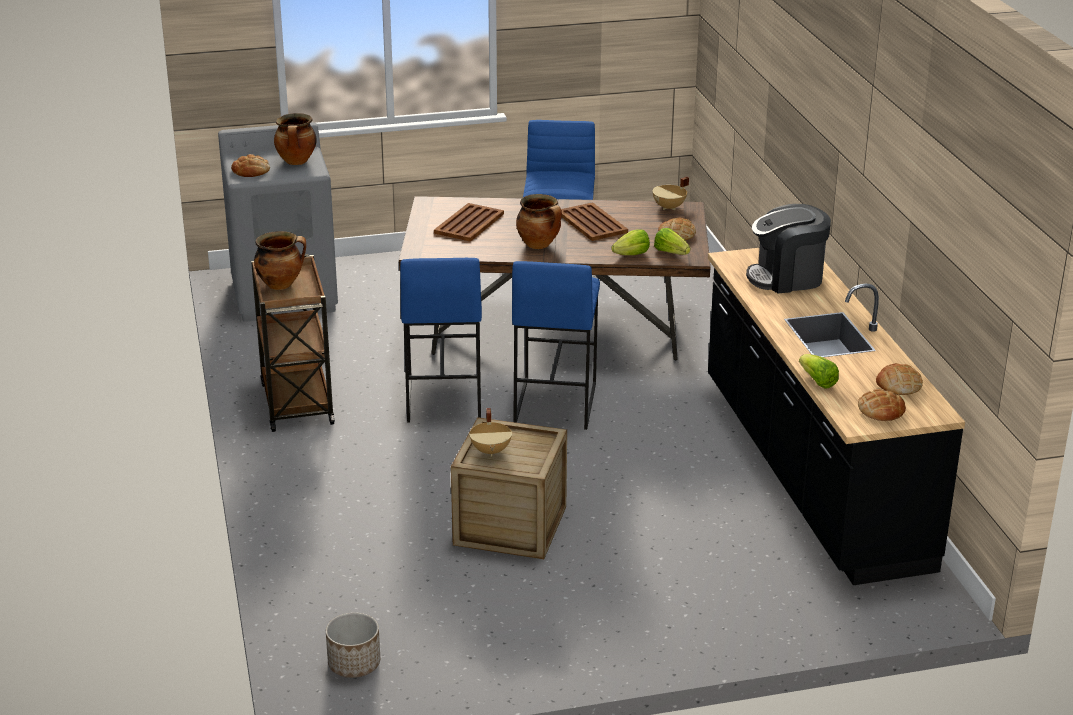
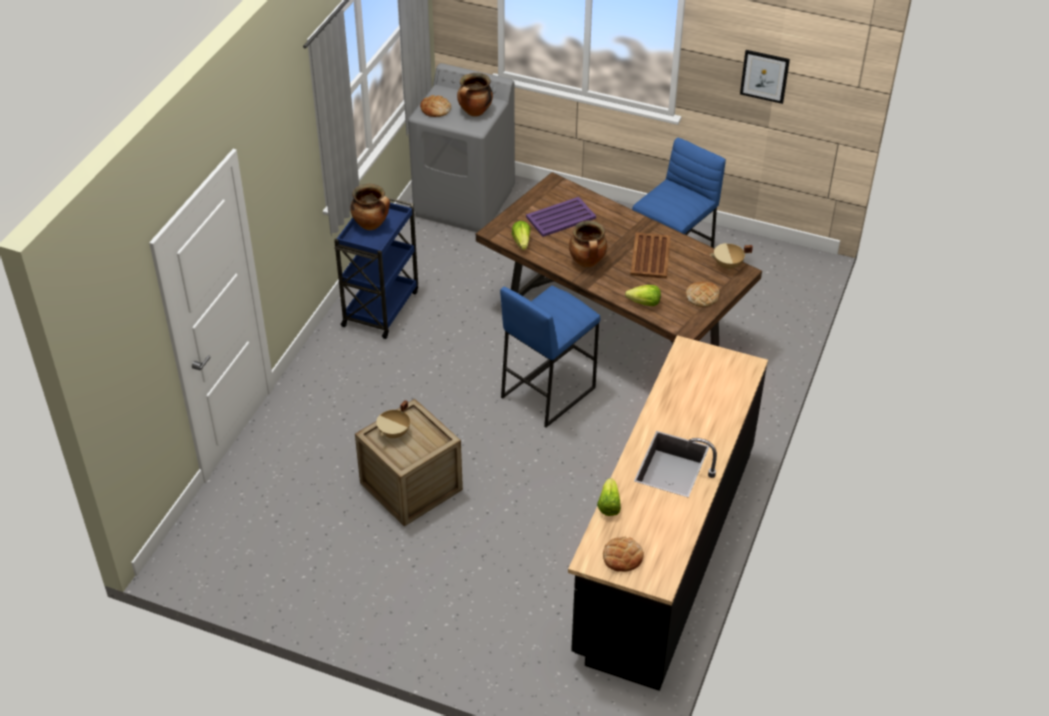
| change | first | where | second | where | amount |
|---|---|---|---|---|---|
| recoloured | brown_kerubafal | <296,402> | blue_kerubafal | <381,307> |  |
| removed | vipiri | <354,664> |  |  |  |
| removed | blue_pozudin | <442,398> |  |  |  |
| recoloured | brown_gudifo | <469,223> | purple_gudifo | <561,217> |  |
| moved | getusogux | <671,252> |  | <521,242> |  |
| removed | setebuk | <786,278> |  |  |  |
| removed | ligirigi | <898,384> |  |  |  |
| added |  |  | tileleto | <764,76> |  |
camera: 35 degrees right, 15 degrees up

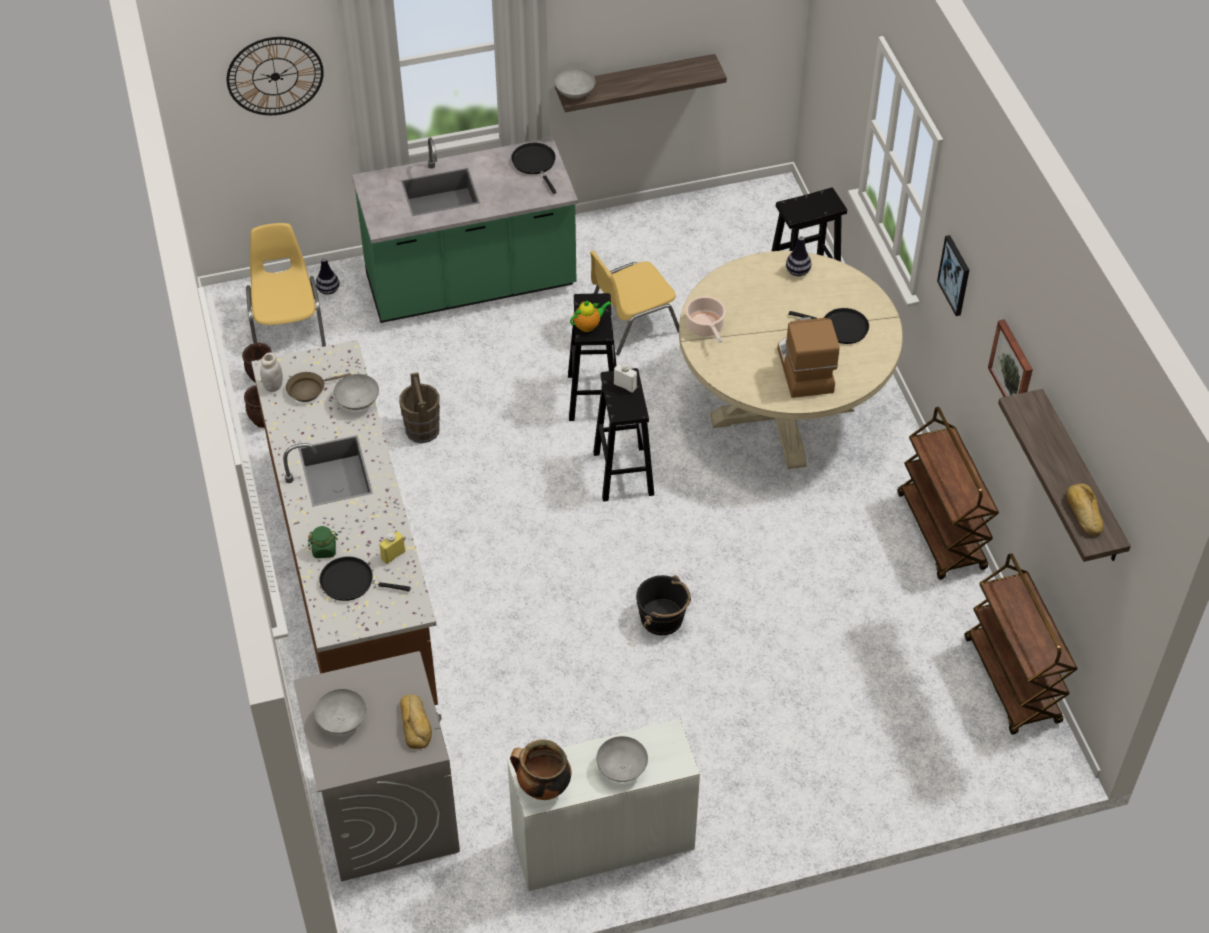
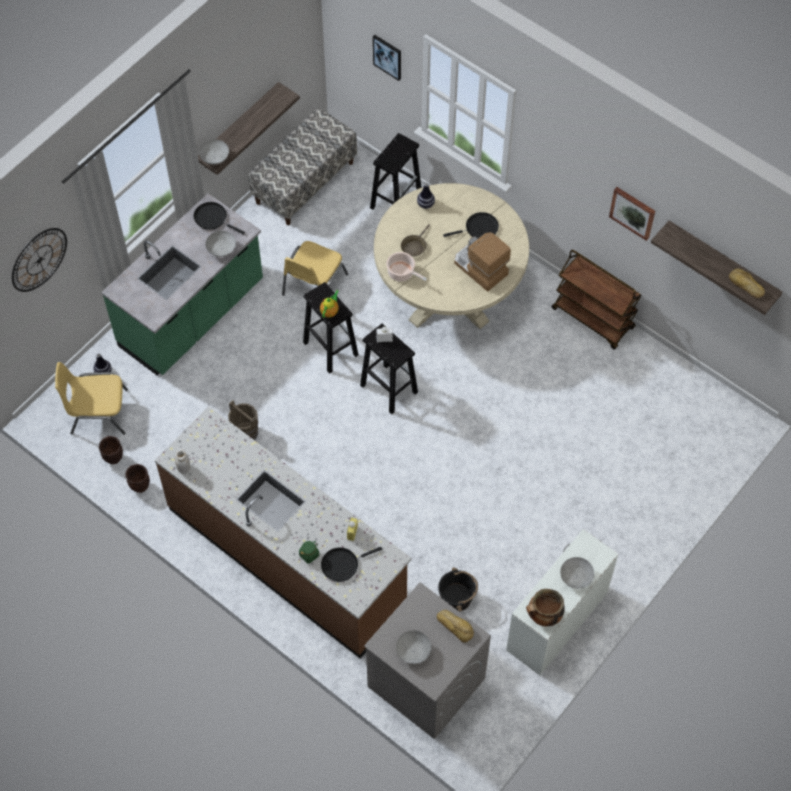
| change | first | where | second | where | amount |
|---|---|---|---|---|---|
| turned | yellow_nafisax | <287,325> |  | <98,412> | 45 degrees counterclockwise |
| moved | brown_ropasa | <309,389> |  | <414,246> |  |
| moved | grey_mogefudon | <358,401> |  | <221,249> |  |
| moved | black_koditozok | <662,618> |  | <457,598> |  |
| moved | tileleto | <955,275> |  | <387,56> |  |
| removed | brown_kerubafal | <1012,681> |  |  |  |
| added |  |  | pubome | <304,182> |  |
camera: 35 degrees left, 10 degrees up

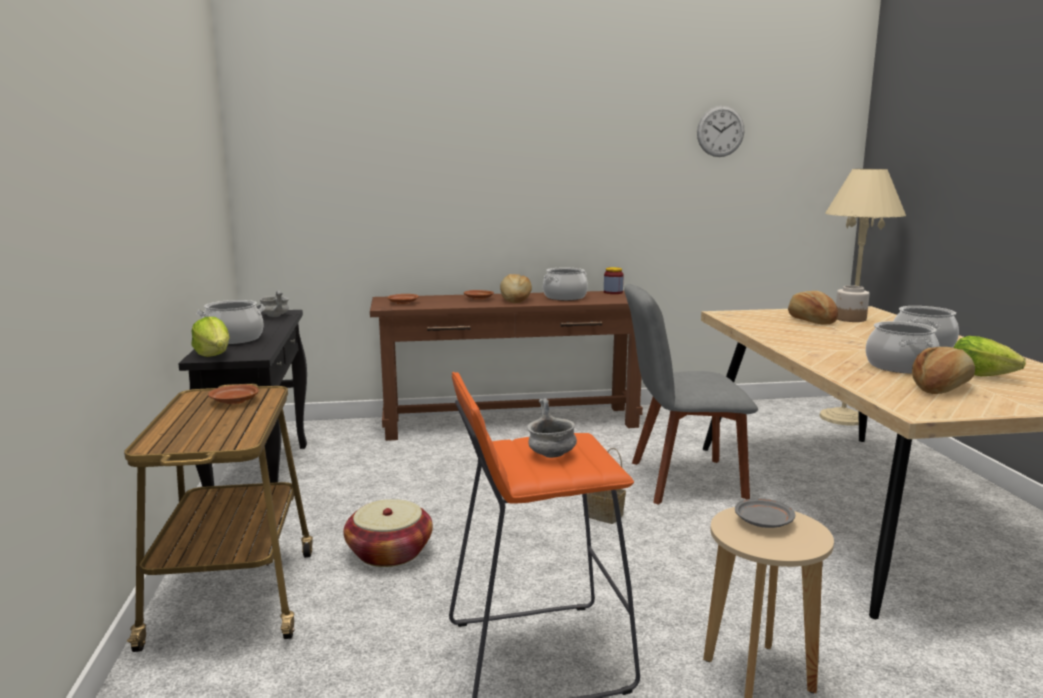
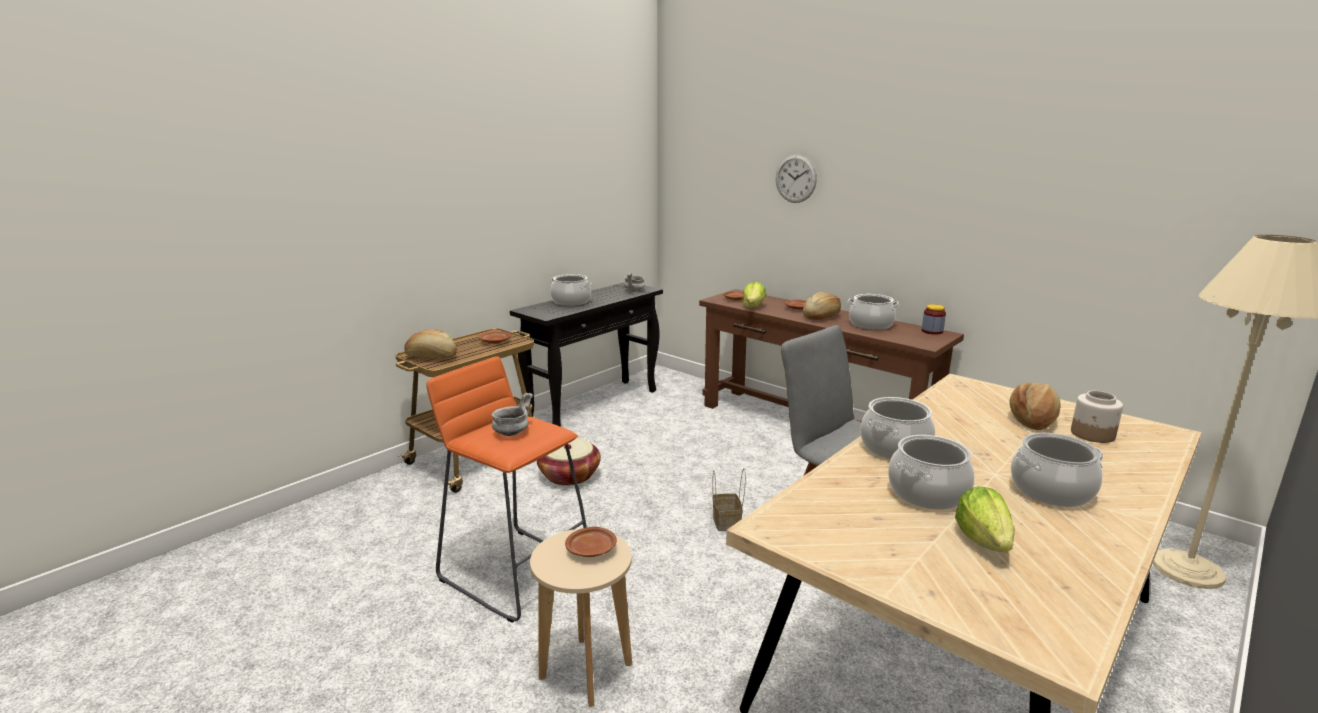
| change | first | where | second | where | amount |
|---|---|---|---|---|---|
| moved | getusogux | <213,355> |  | <753,307> |  |
| moved | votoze | <720,131> |  | <795,179> |  |
| recoloured | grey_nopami | <763,522> | brown_nopami | <592,549> |  |
| moved | ligirigi | <941,388> |  | <431,356> |  |
| added |  |  | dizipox | <895,448> |  |
camera: 50 degrees right, 5 degrees up

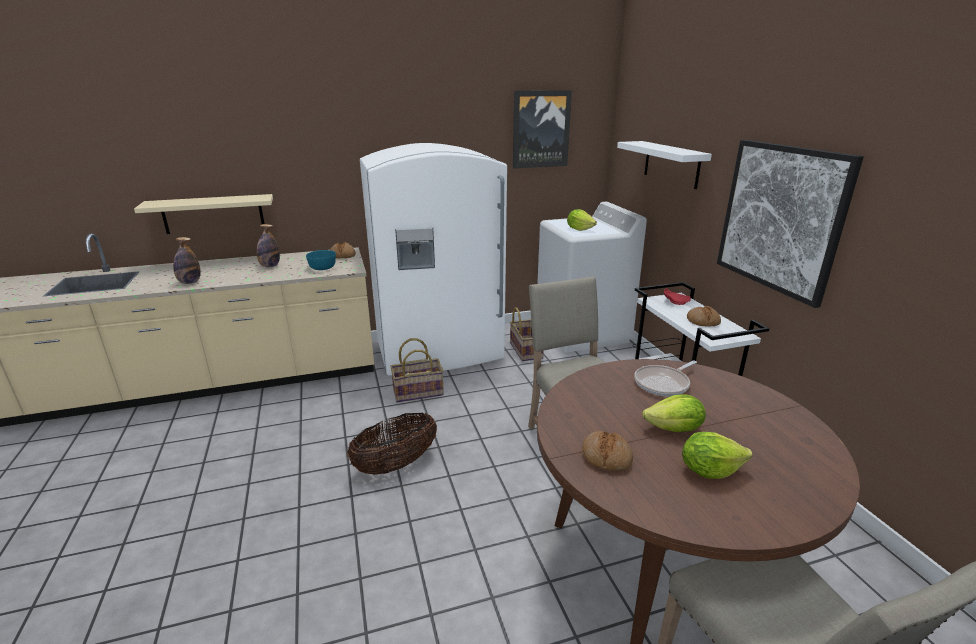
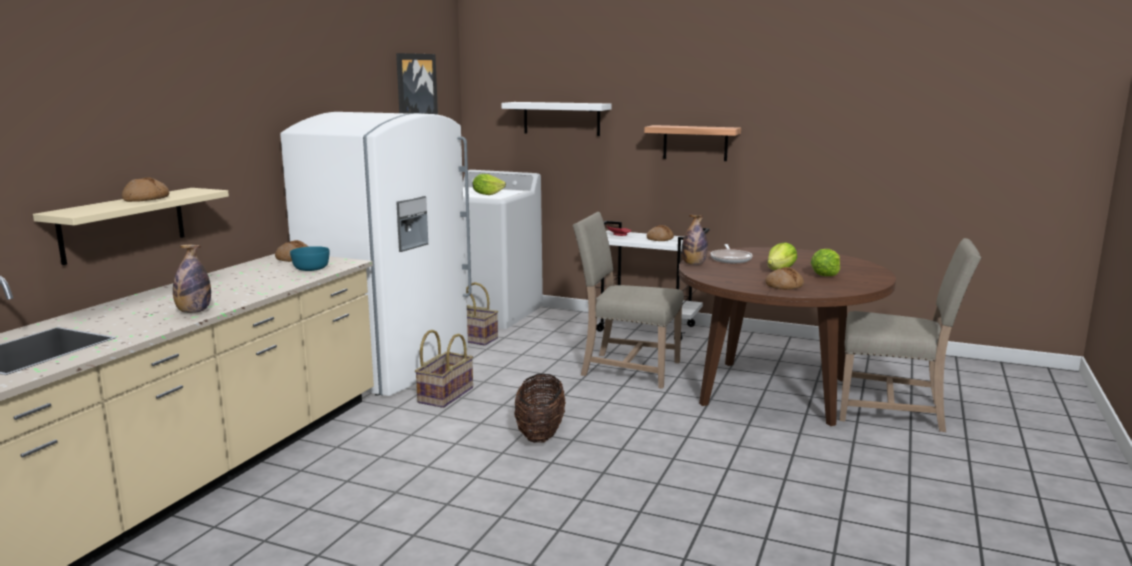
| change | first | where | second | where | amount |
|---|---|---|---|---|---|
| moved | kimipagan | <270,266> |  | <693,264> |  |
| replaced | tileleto | <780,218> | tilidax | <695,143> |  |
| added |  |  | ligirigi | <146,199> |  |
camera: 50 degrees left, 10 degrees down

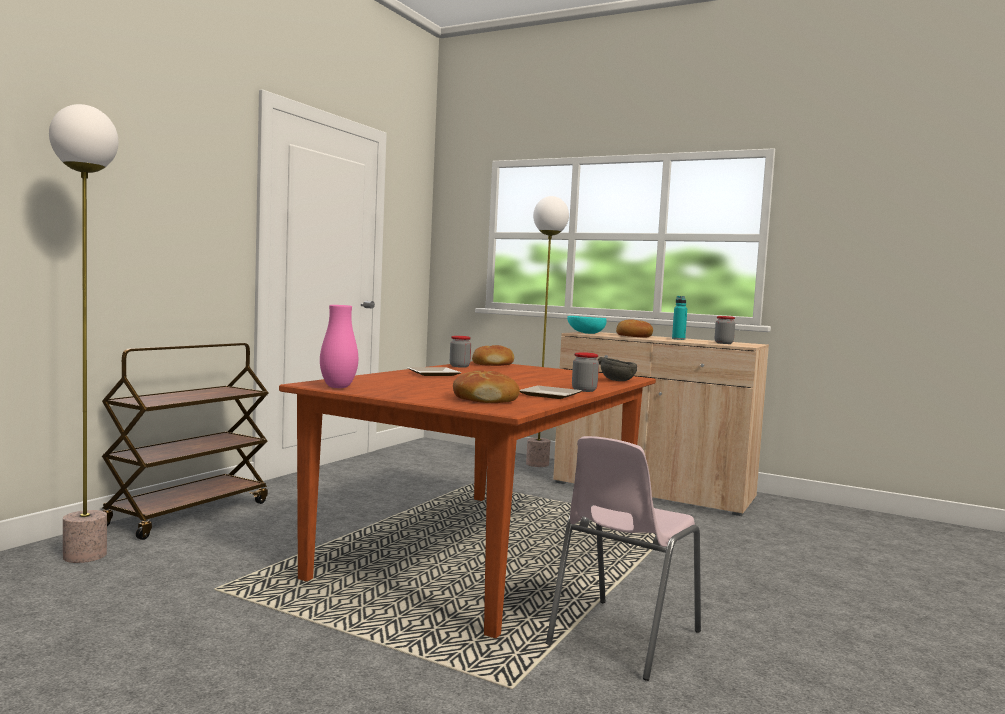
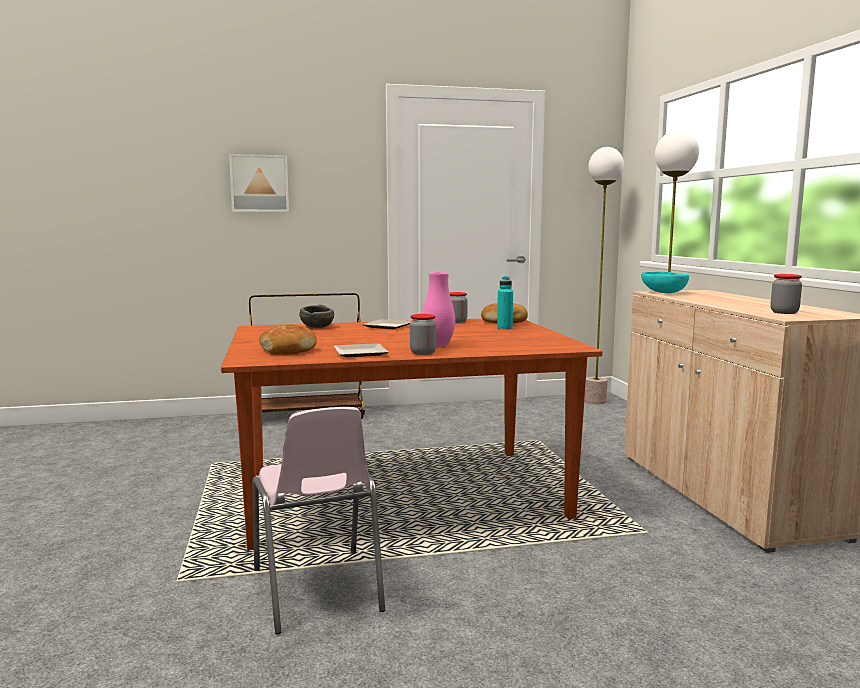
| change | first | where | second | where | amount |
|---|---|---|---|---|---|
| moved | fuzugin | <86,555> |  | <595,401> |  |
| moved | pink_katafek | <338,387> |  | <438,345> |  |
| turned | pink_nafisax | <621,638> |  | <317,591> | 105 degrees counterclockwise |
| moved | grey_mogefudon | <617,380> |  | <318,327> |  |
| removed | ligirigi | <634,336> |  |  |  |
| moved | turquoise_kimipagan | <678,339> |  | <504,328> |  |
| added |  |  | tileleto | <259,183> |  |
camera: 50 degrees right, 5 degrees up

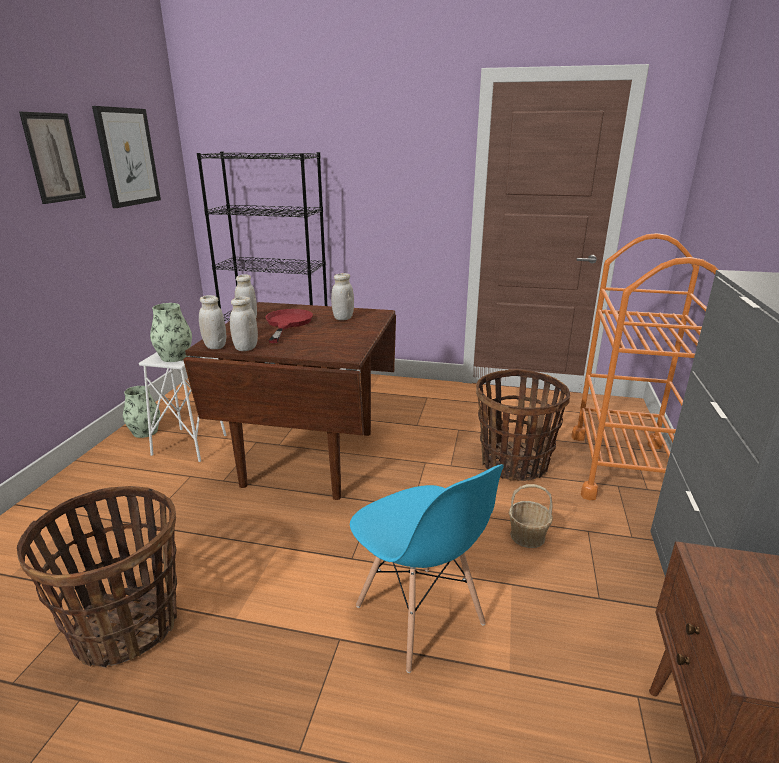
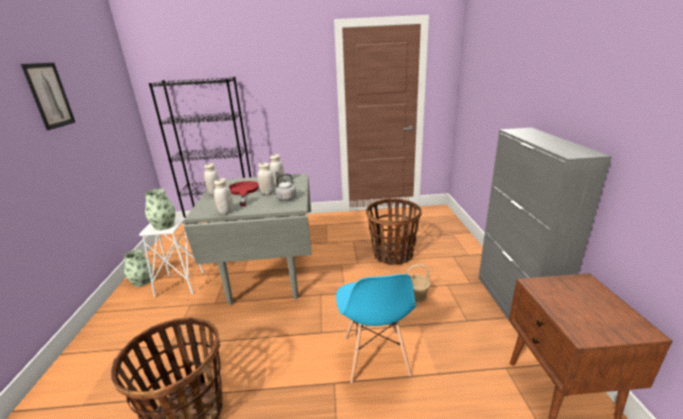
| change | first | where | second | where | amount |
|---|---|---|---|---|---|
| removed | tileleto | <127,157> |  |  |  |
| recoloured | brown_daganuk | <309,457> | grey_daganuk | <267,276> |  |
| moved | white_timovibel | <215,346> |  | <267,193> |  |
| turned | blue_nafisax | <419,616> |  | <375,356> | 45 degrees clockwise |
| removed | orange_kerubafal | <624,469> |  |  |  |
| added |  |  | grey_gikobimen | <285,199> |  |
camera: 15 degrees left, 0 degrees up

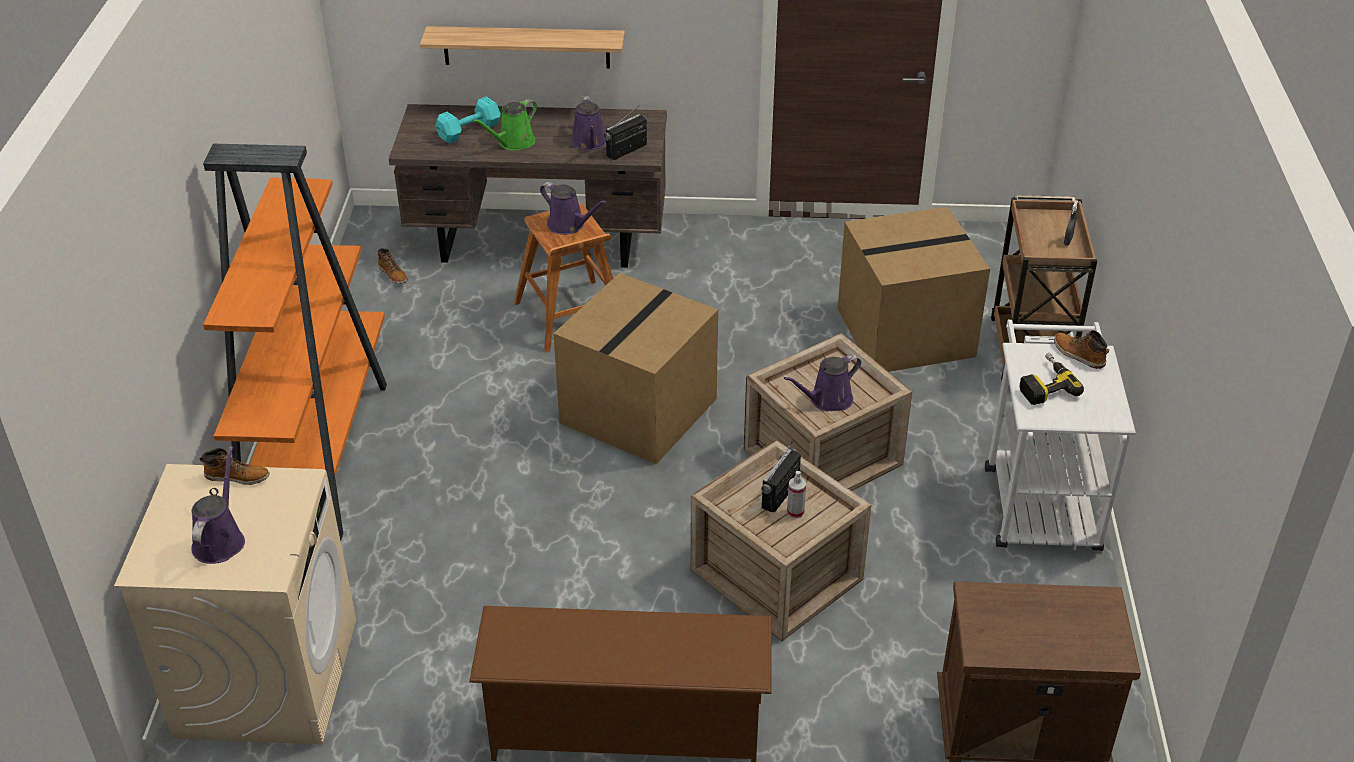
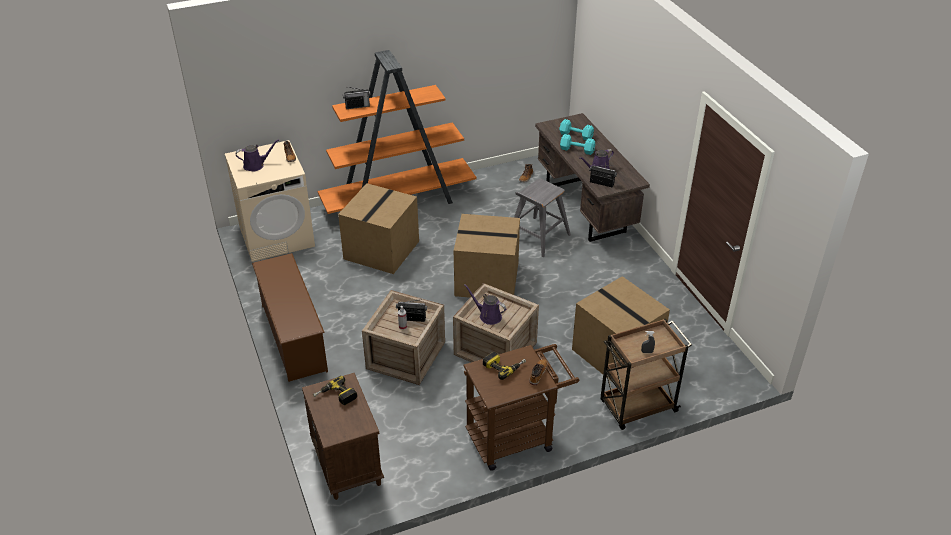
| change | first | where | second | where | amount |
|---|---|---|---|---|---|
| removed | tilidax | <526,47> |  |  |  |
| replaced | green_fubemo | <513,143> | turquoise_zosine | <577,150> |  |
| recoloured | brown_pozudin | <571,316> | grey_pozudin | <538,237> |  |
| removed | purple_fubemo | <569,225> |  |  |  |
| recoloured | white_kerubafal | <1039,498> | brown_kerubafal | <516,437> |  |
| added |  |  | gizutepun | <335,396> |  |
| added |  |  | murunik | <381,249> |  |
| added |  |  | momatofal | <357,106> |  |
camera: 65 degrees right, 0 degrees up

